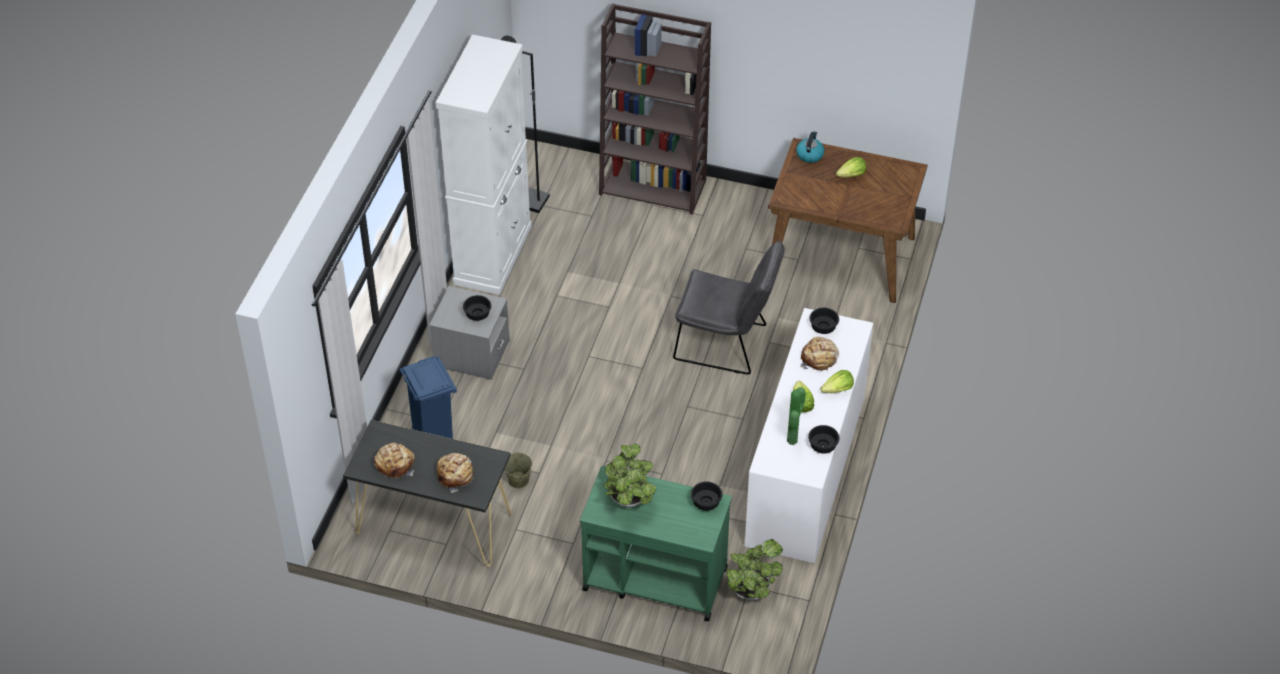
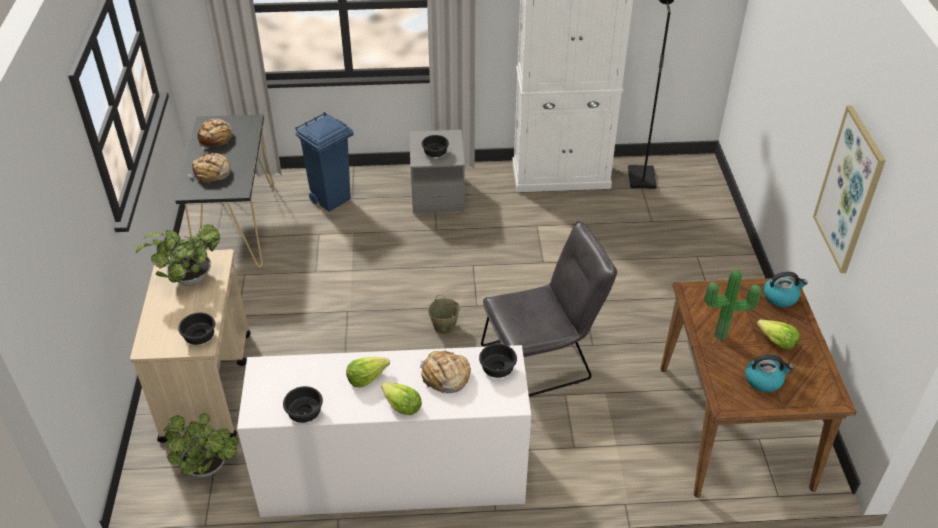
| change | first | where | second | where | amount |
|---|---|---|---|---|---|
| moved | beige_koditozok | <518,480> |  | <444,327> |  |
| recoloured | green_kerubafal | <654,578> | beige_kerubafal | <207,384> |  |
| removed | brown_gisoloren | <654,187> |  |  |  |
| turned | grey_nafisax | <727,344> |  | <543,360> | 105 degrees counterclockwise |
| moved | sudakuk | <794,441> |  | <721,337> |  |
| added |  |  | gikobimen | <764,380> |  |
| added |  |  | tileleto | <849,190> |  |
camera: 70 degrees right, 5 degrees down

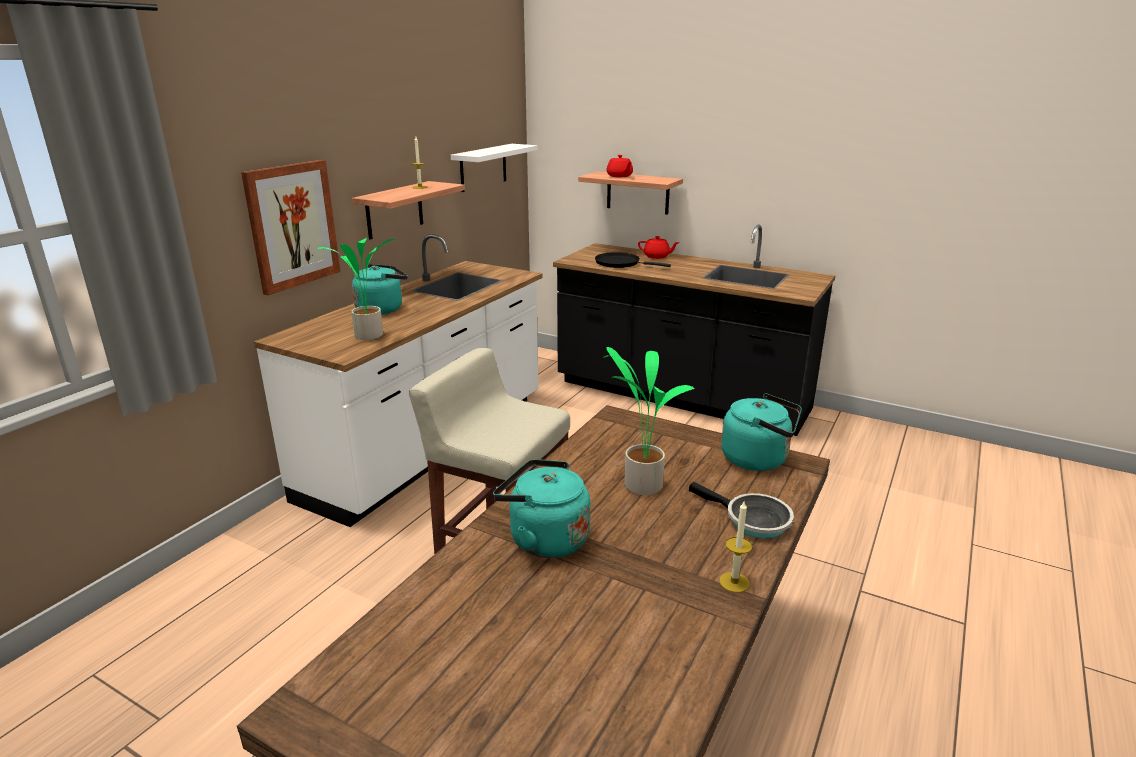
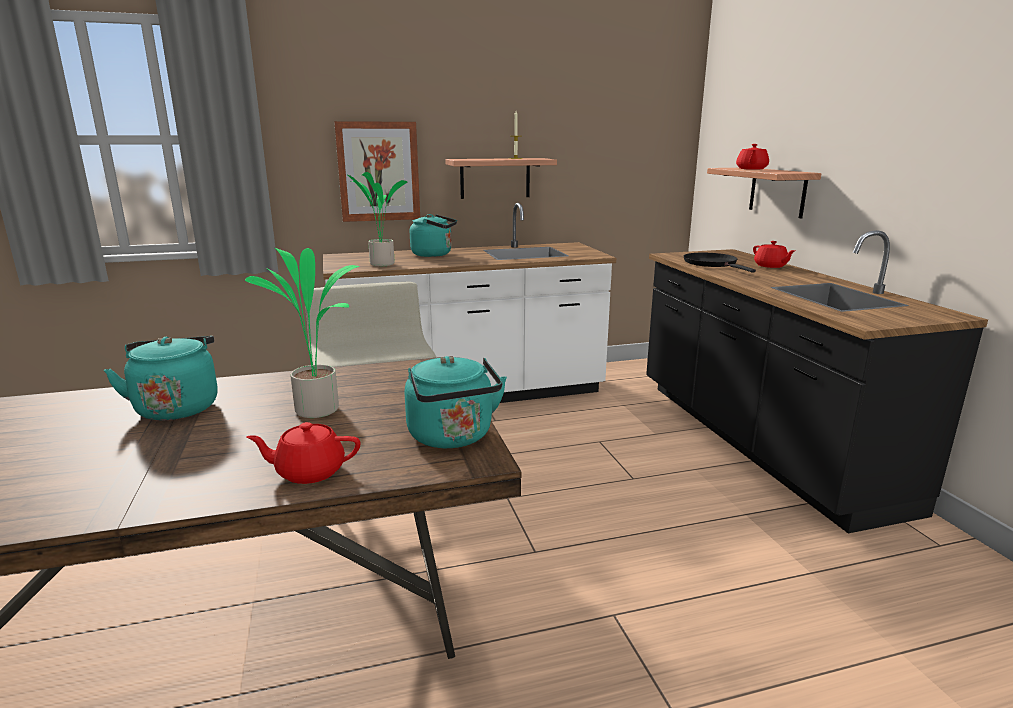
| change | first | where | second | where | amount |
|---|---|---|---|---|---|
| removed | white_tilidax | <483,167> |  |  |  |
| replaced | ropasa | <752,521> | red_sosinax | <309,472> |  |
| removed | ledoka | <734,582> |  |  |  |
camera: 45 degrees right, 5 degrees down

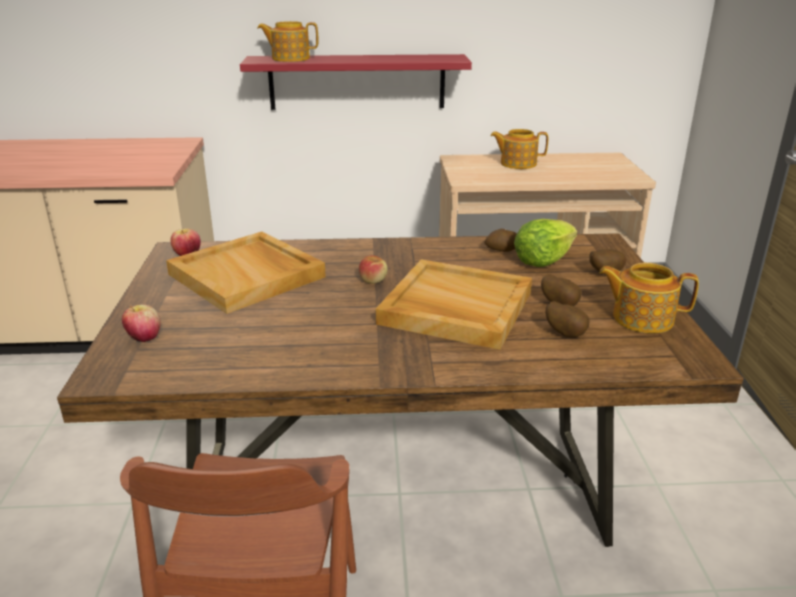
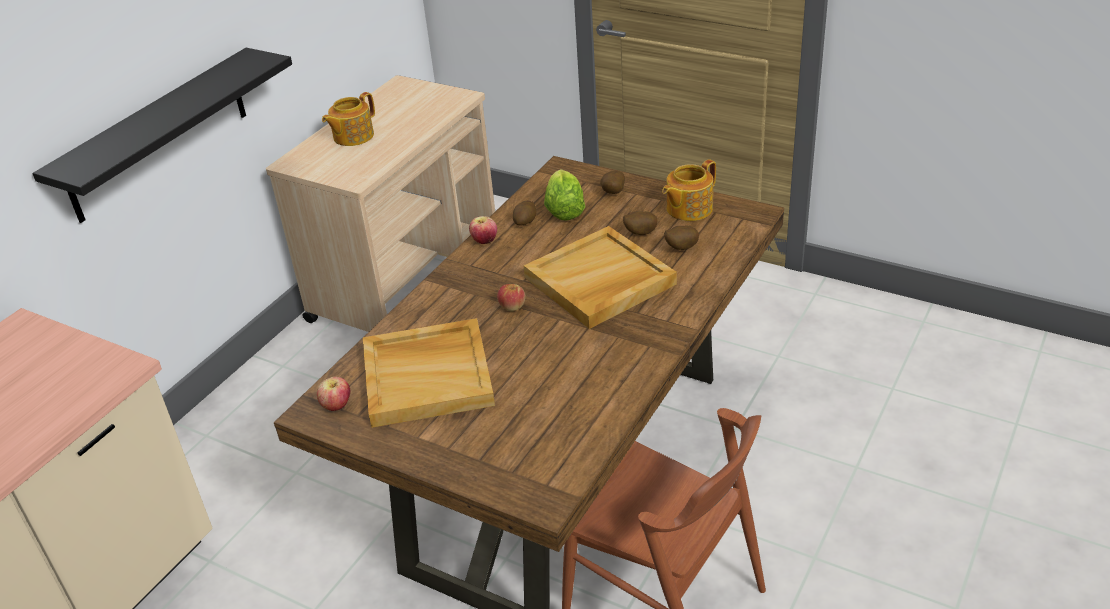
| change | first | where | second | where | amount |
|---|---|---|---|---|---|
| moved | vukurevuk | <144,338> |  | <484,241> |  |
| recoloured | red_tilidax | <357,82> | black_tilidax | <158,135> |  |
| removed | sosinax | <290,58> |  |  |  |
camera: 55 degrees left, 10 degrees up

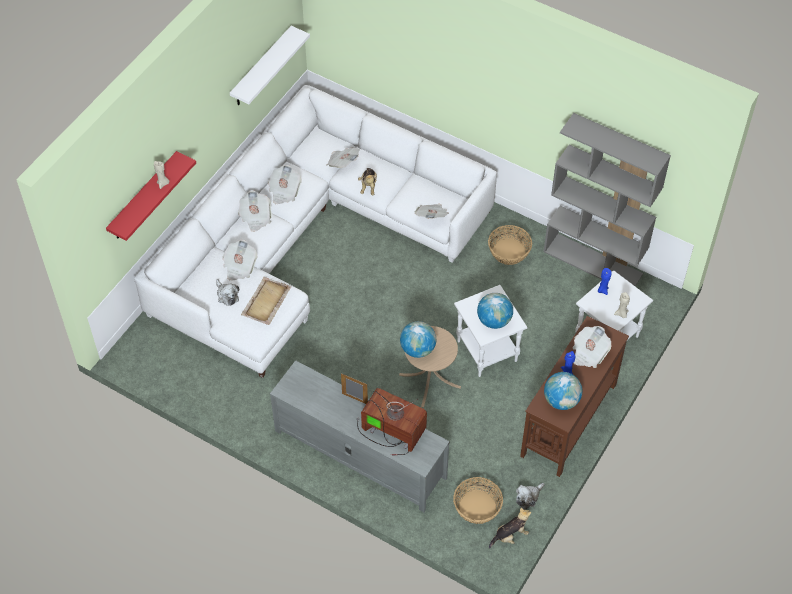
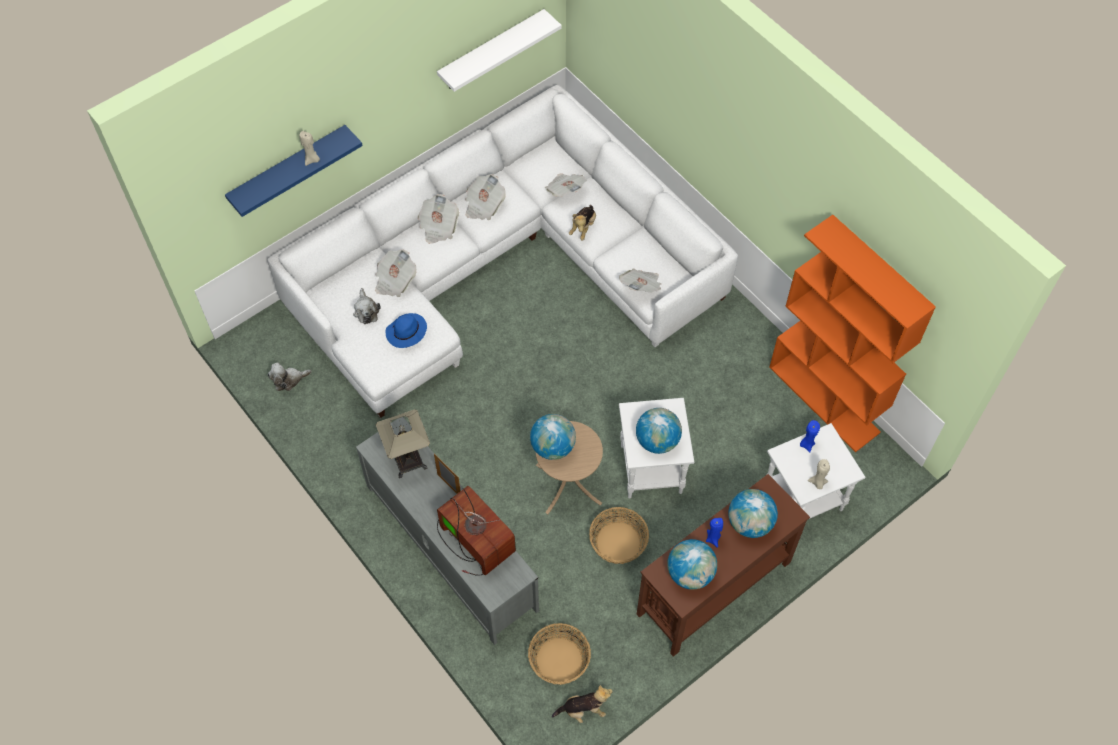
| change | first | where | second | where | amount |
|---|---|---|---|---|---|
| recoloured | red_tilidax | <143,197> | blue_tilidax | <288,170> |  |
| replaced | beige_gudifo | <266,302> | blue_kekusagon | <406,332> |  |
| moved | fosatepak | <509,251> |  | <618,542> |  |
| moved | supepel | <528,497> |  | <288,380> |  |
| recoloured | grey_gisoloren | <593,262> | orange_gisoloren | <825,399> |  |
| replaced | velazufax | <588,353> | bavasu | <749,523> |  |
| added |  |  | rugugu | <408,461> |  |
camera: 20 degrees right, 5 degrees up

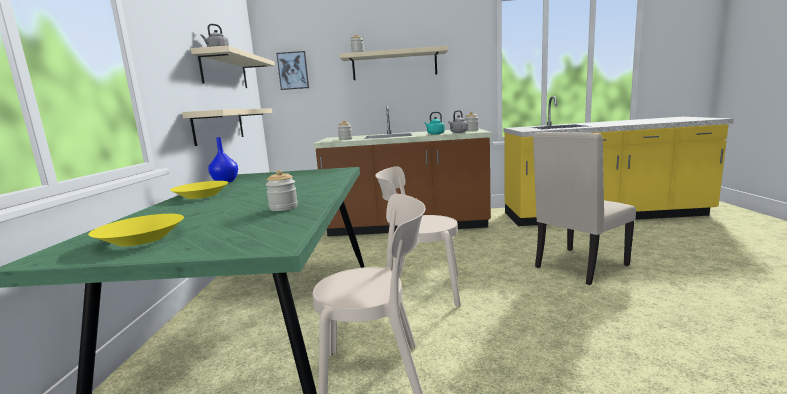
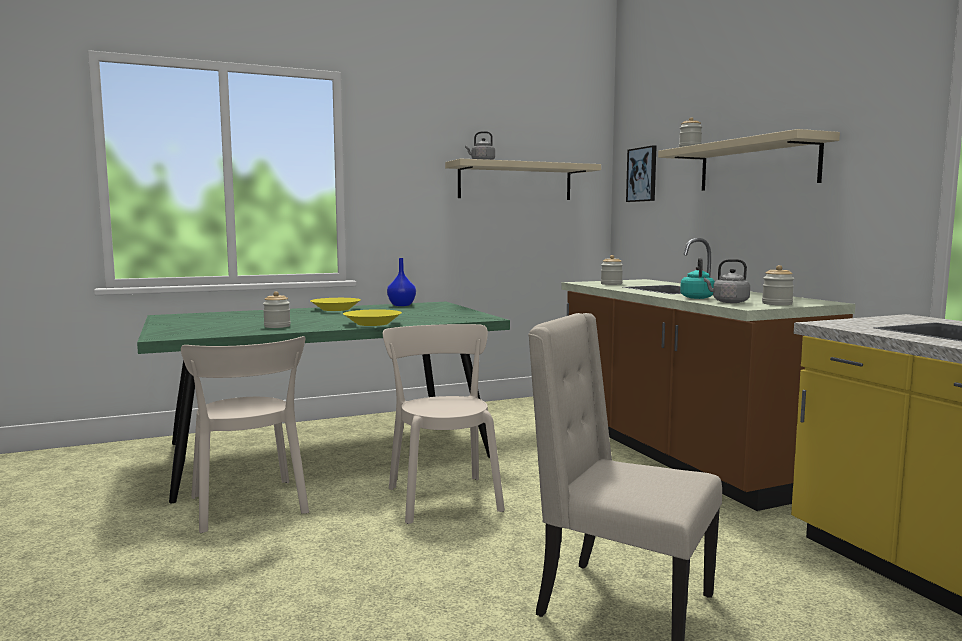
| change | first | where | second | where | amount |
|---|---|---|---|---|---|
| moved | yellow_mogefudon | <141,239> |  | <372,323> |  |
| removed | beige_tilidax | <219,126> |  |  |  |
camera: 65 degrees right, 5 degrees down

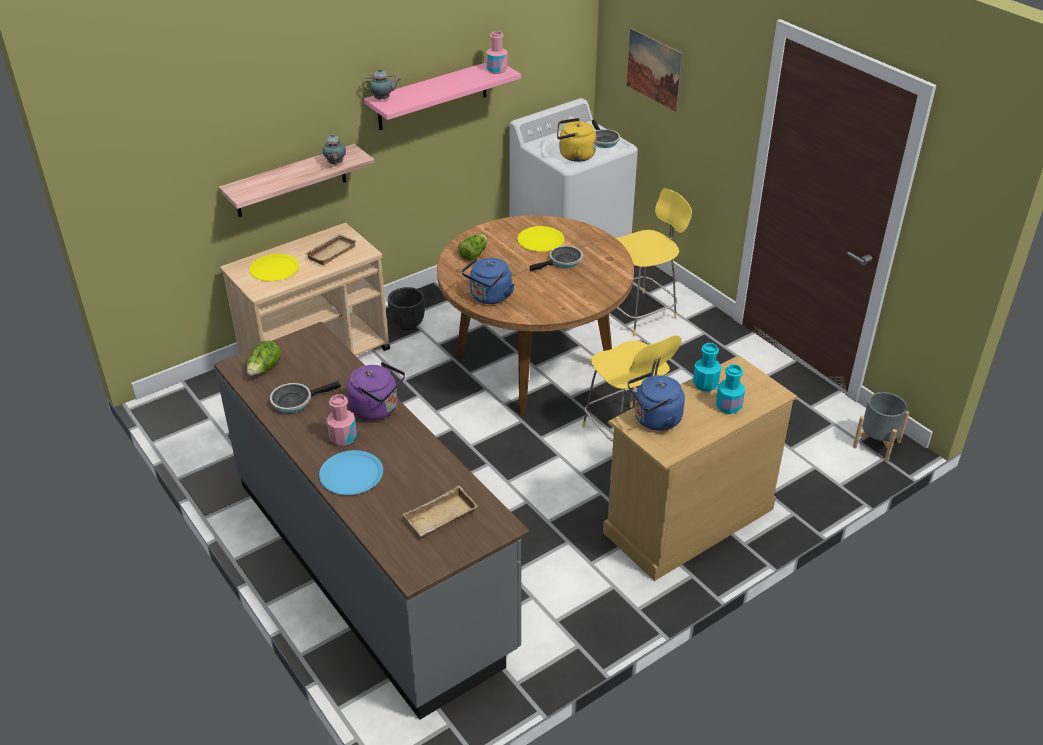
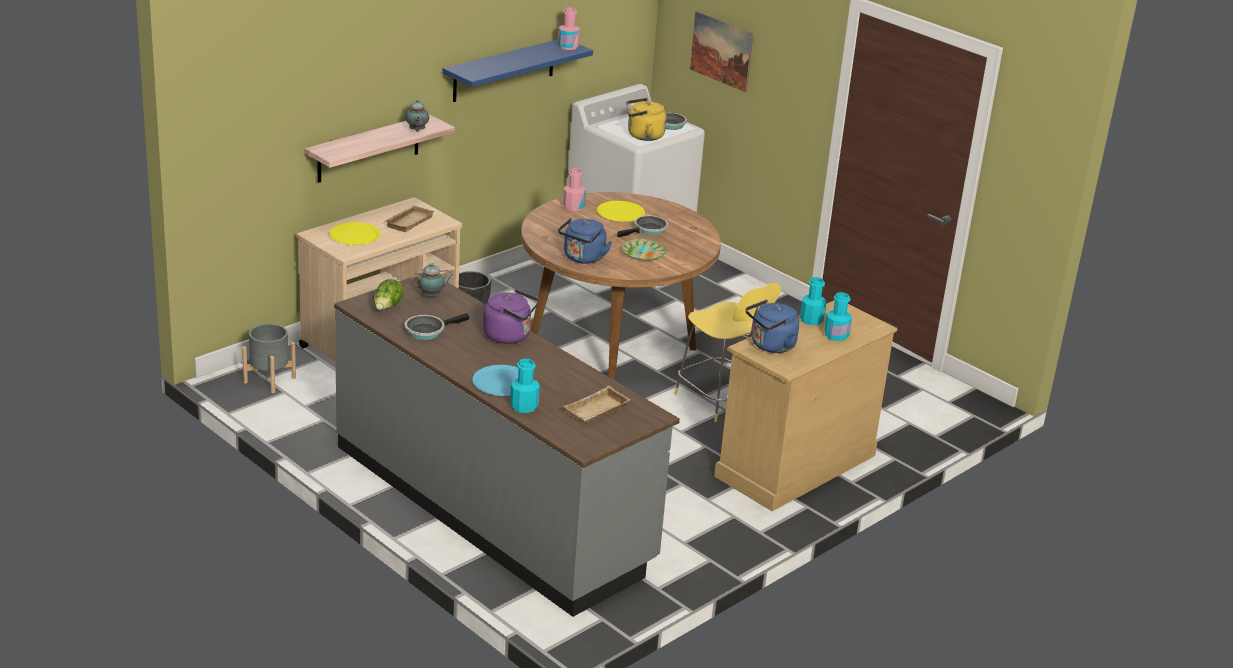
| change | first | where | second | where | amount |
|---|---|---|---|---|---|
| moved | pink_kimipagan | <343,437> |  | <573,207> |  |
| moved | sosinax | <383,99> |  | <432,296> |  |
| recoloured | pink_tilidax | <432,95> | blue_tilidax | <504,70> |  |
| removed | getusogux | <473,254> |  |  |  |
| removed | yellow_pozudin | <641,313> |  |  |  |
| moved | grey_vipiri | <876,444> |  | <269,380> |  |
| added |  |  | turquoise_kimipagan | <524,406> |  |
| added |  |  | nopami | <643,253> |  |
camera: 10 degrees left, 10 degrees down

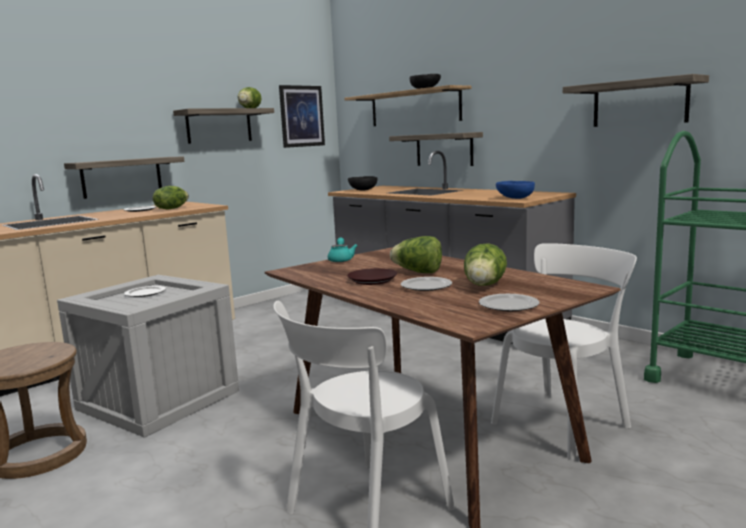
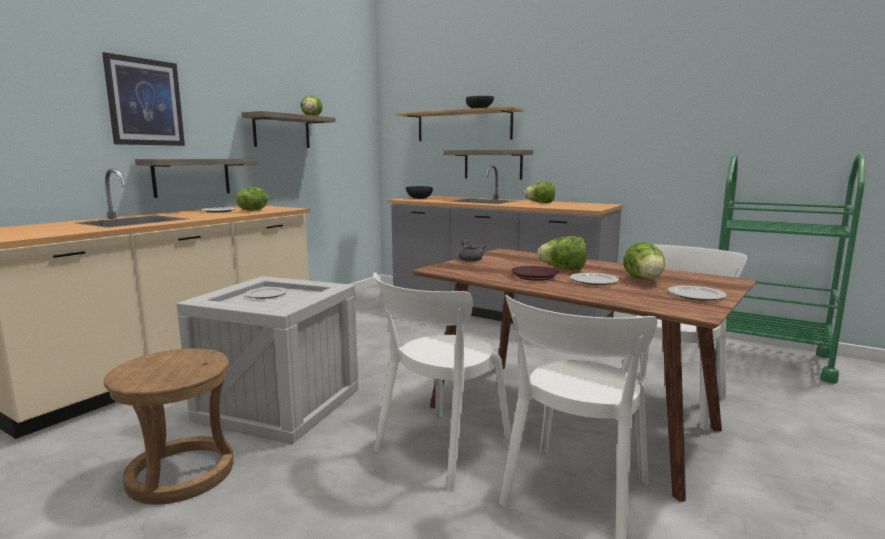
| change | first | where | second | where | amount |
|---|---|---|---|---|---|
| moved | tileleto | <301,116> |  | <145,102> |  |
| recoloured | turquoise_sosinax | <341,259> | grey_sosinax | <470,259> |  |
| removed | blue_mogefudon | <514,198> |  |  |  |
| removed | tilidax | <639,103> |  |  |  |
| added |  |  | white_nafisax | <439,450> |  |
| added |  |  | getusogux | <540,203> |  |
camera: 15 degrees left, 0 degrees up

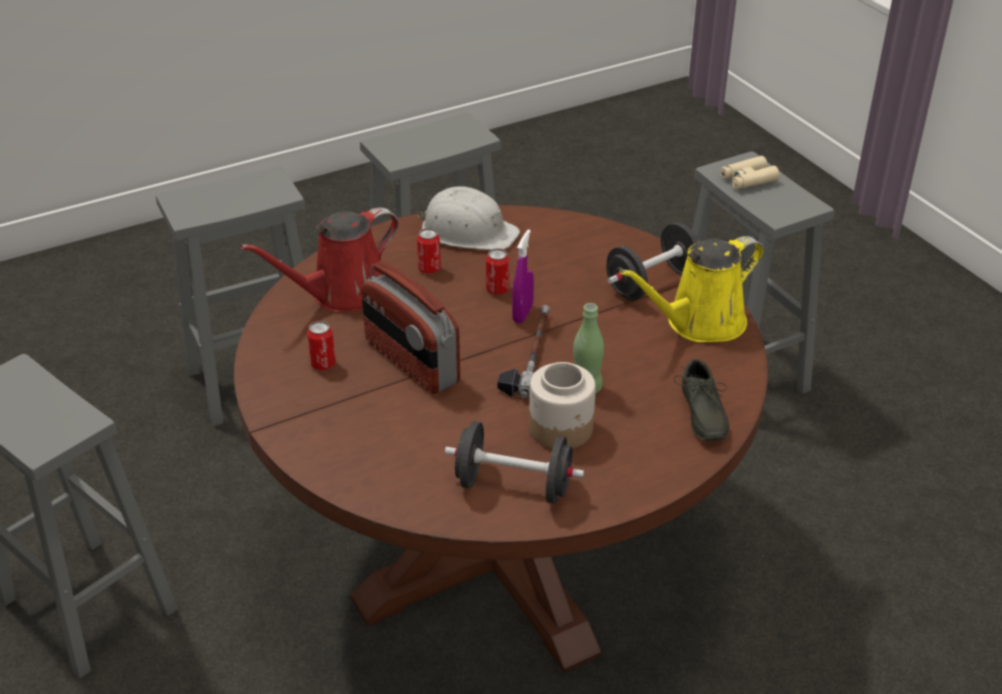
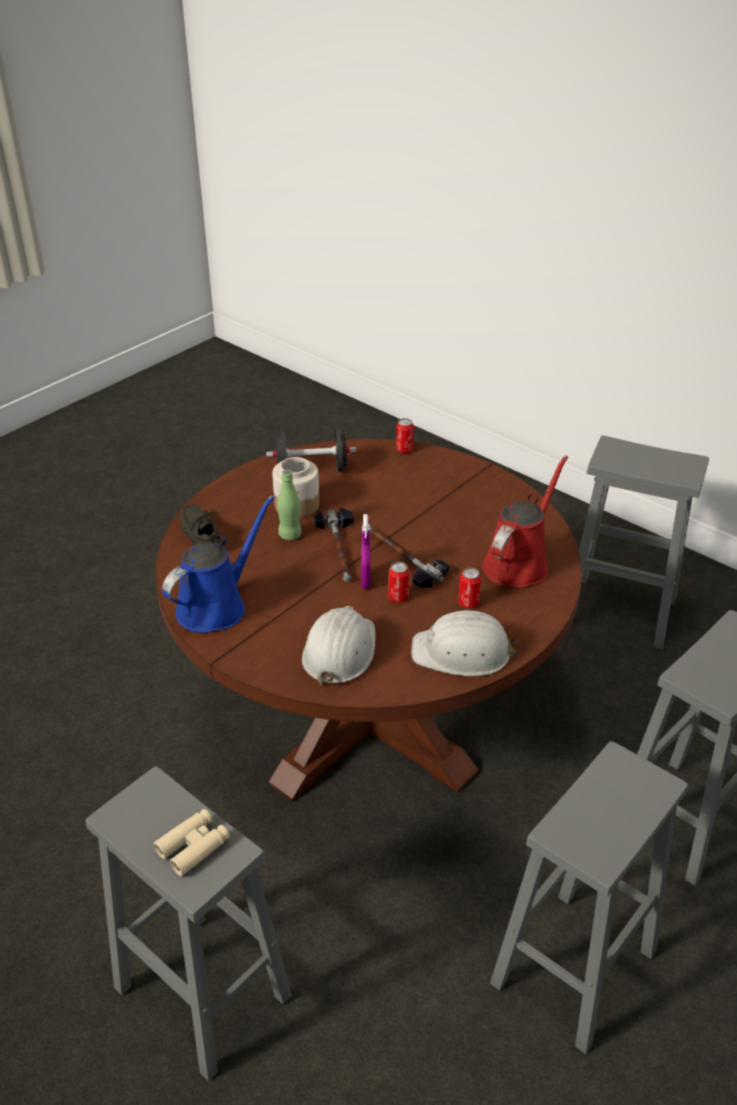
| change | first | where | second | where | amount |
|---|---|---|---|---|---|
| moved | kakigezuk | <323,364> |  | <404,450> |  |
| removed | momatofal | <411,362> |  |  |  |
| removed | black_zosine | <652,283> |  |  |  |
| recoloured | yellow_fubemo | <699,323> | blue_fubemo | <216,606> |  |
| added |  |  | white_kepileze | <339,651> |  |
| added |  |  | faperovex | <401,558> |  |
camera: 160 degrees right, 0 degrees up

